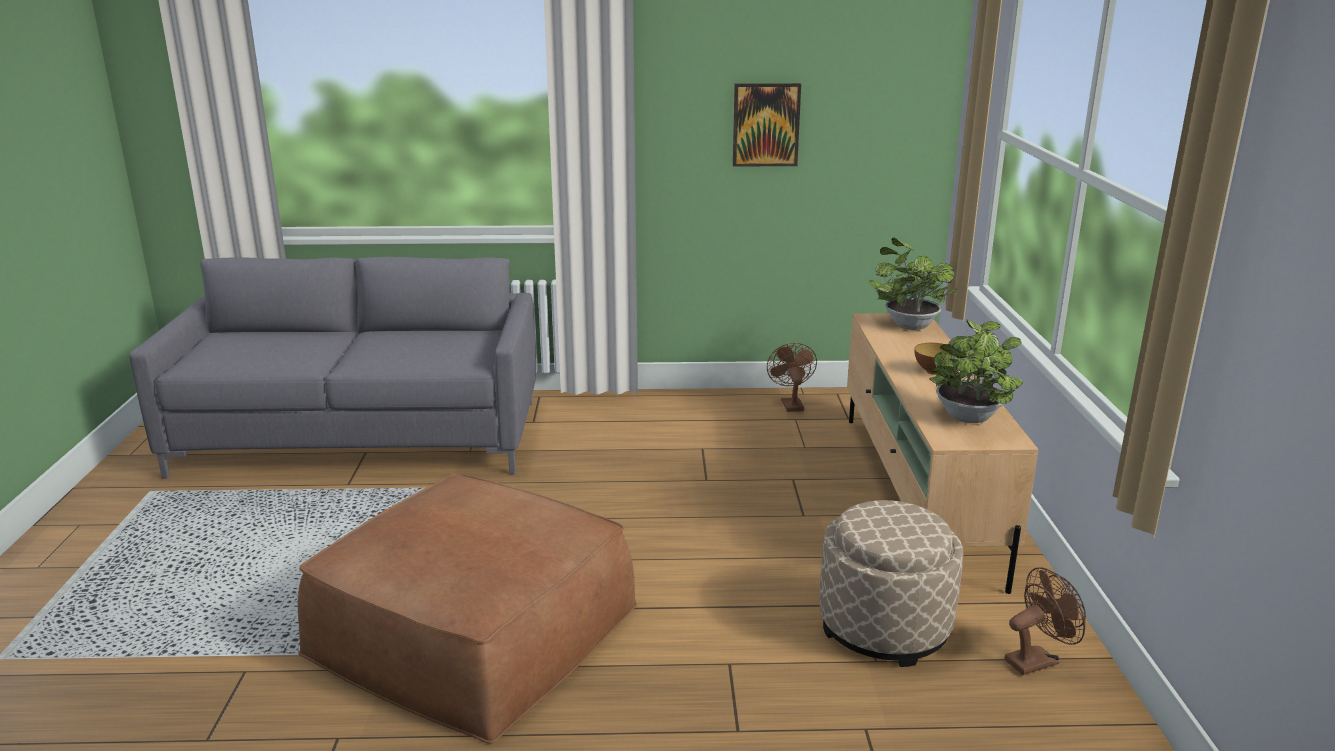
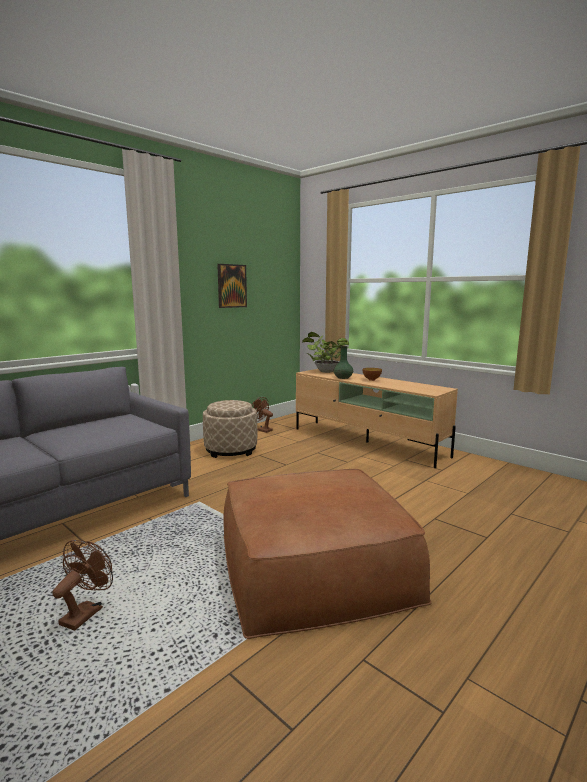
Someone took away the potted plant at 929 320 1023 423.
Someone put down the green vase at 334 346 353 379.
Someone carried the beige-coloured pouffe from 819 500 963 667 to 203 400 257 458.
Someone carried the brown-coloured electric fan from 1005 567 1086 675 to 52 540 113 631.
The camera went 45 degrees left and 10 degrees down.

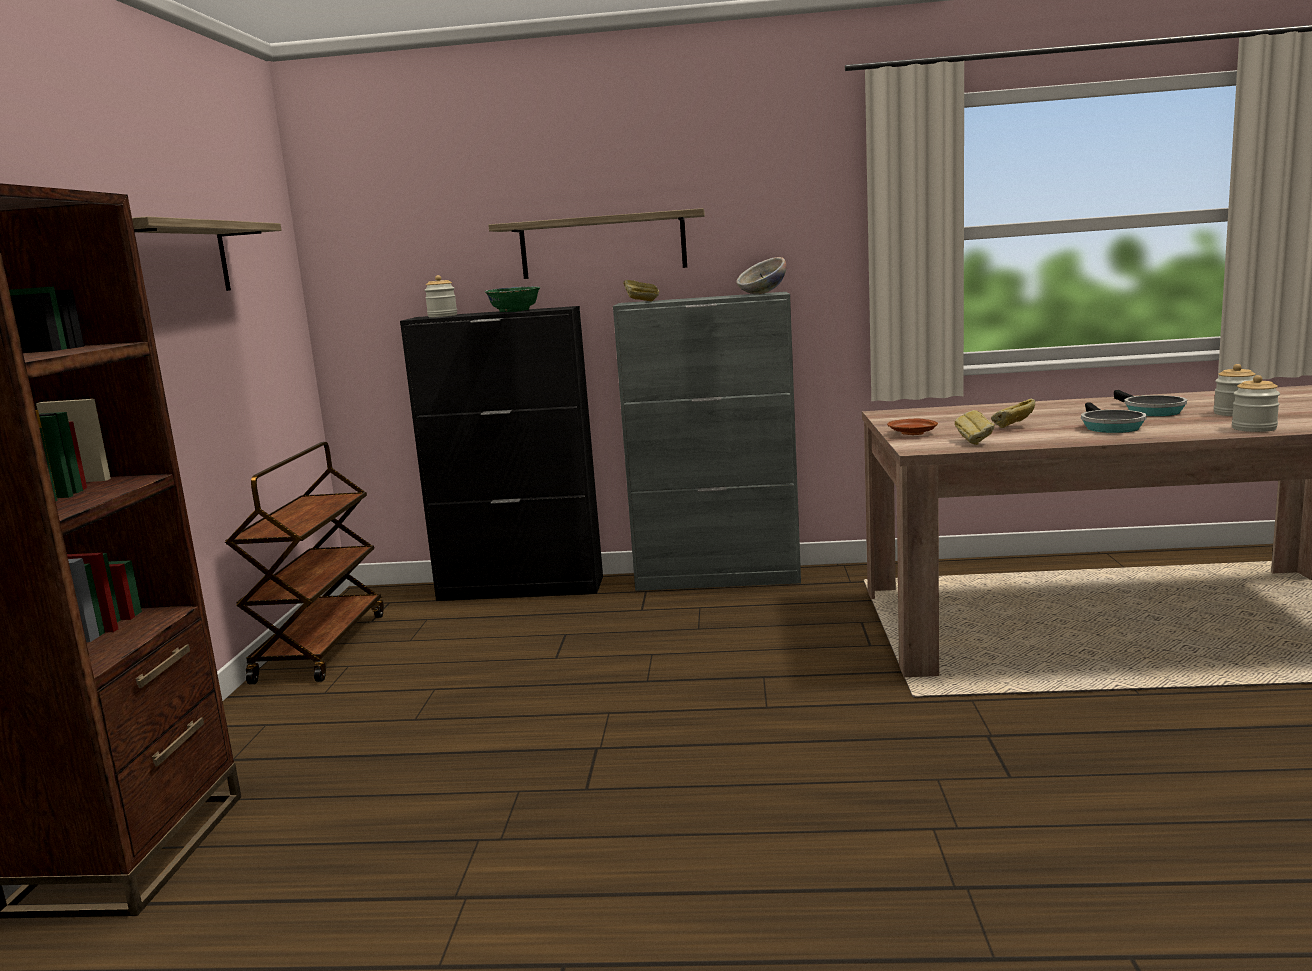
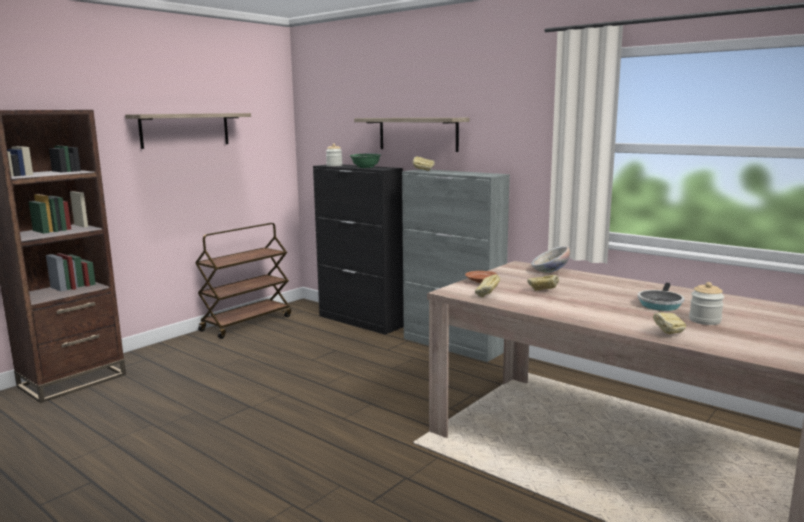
Someone took away the frying pan at 1081 402 1147 433.
Someone carried the bowl from 736 257 786 295 to 531 246 570 273.
Someone swapped the storage jar at 1232 375 1280 432 for the baked bread at 653 312 686 334.
The camera went 35 degrees right and 0 degrees up.

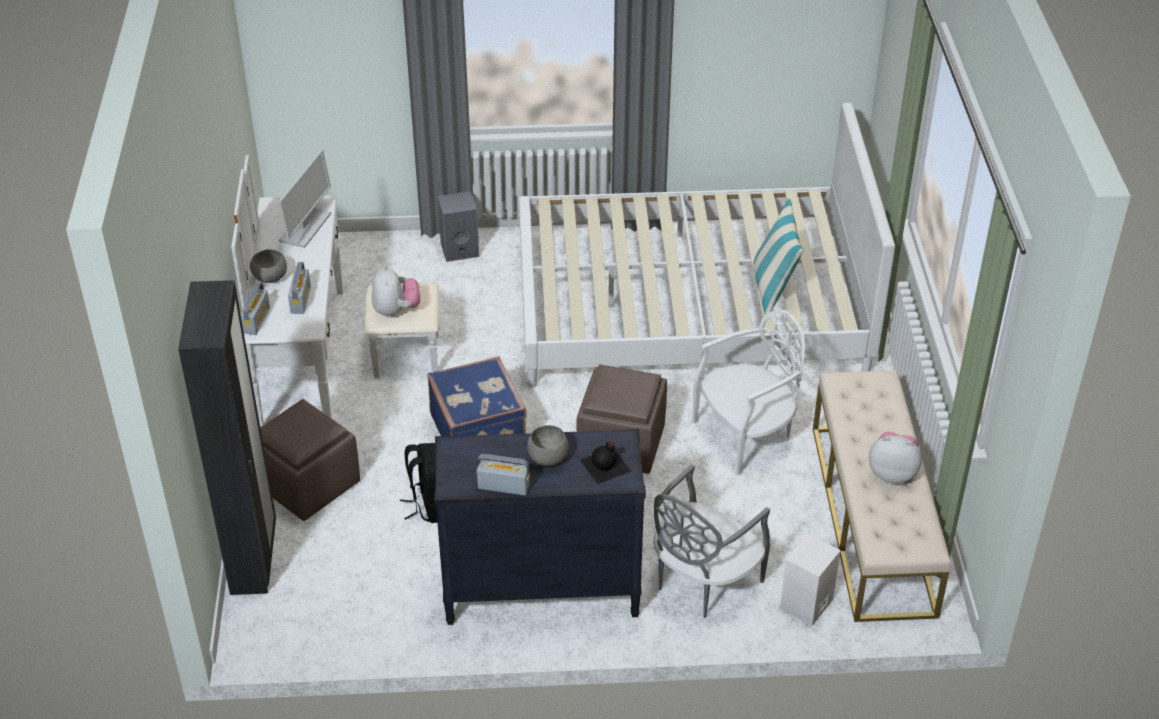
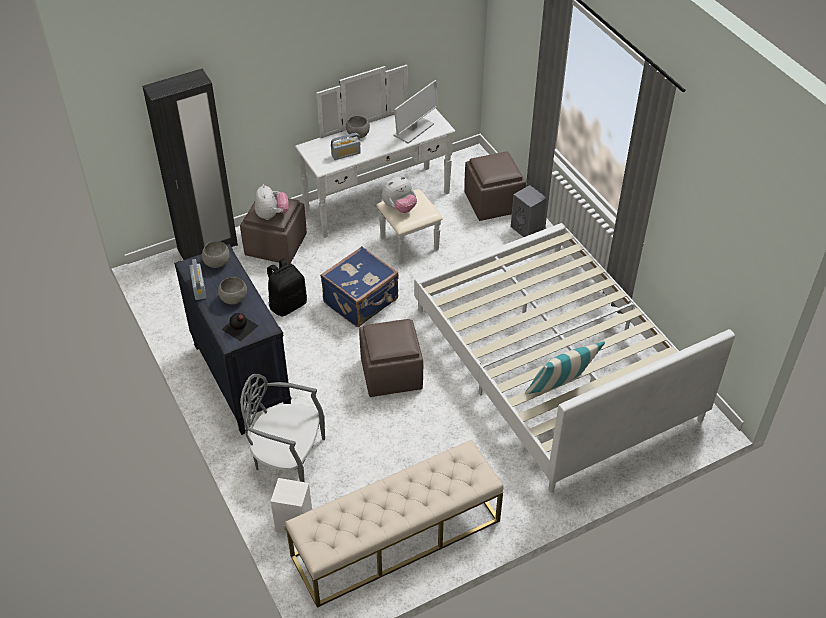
Someone took away the radio set at 241 282 270 335.
Someone took away the white upright chair at 693 309 805 475.
Someone put down the gray bowl at 202 241 230 268.
Someone put down the brown-coloured pouffe at 464 151 526 221.
Someone carried the cuddly toy from 869 432 922 483 to 255 184 289 220.
Someone rotated the computer screen at 279 149 331 248 by 45 degrees counterclockwise.
The camera went 65 degrees right and 5 degrees up.

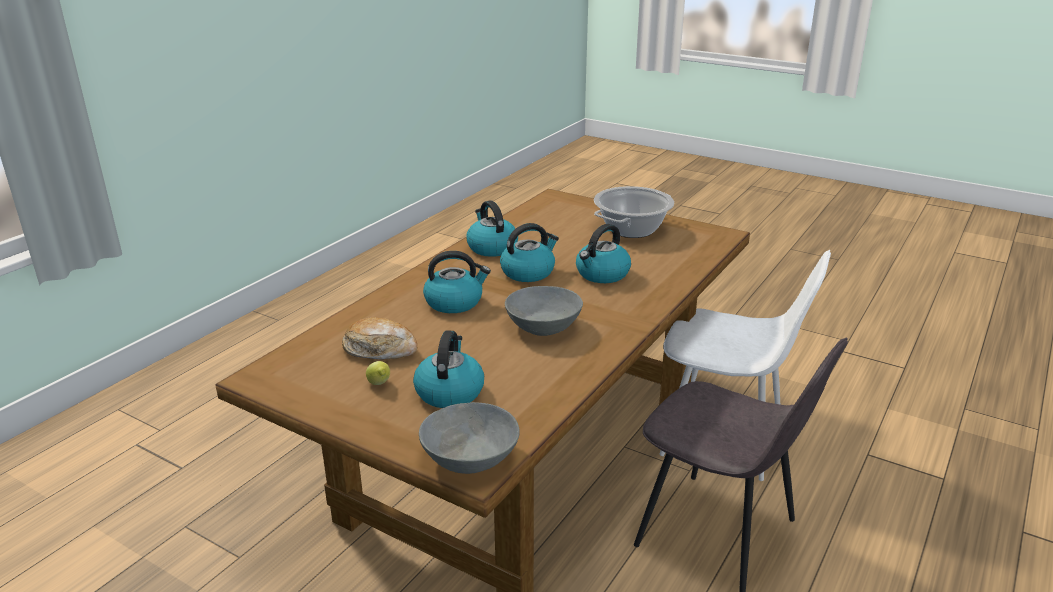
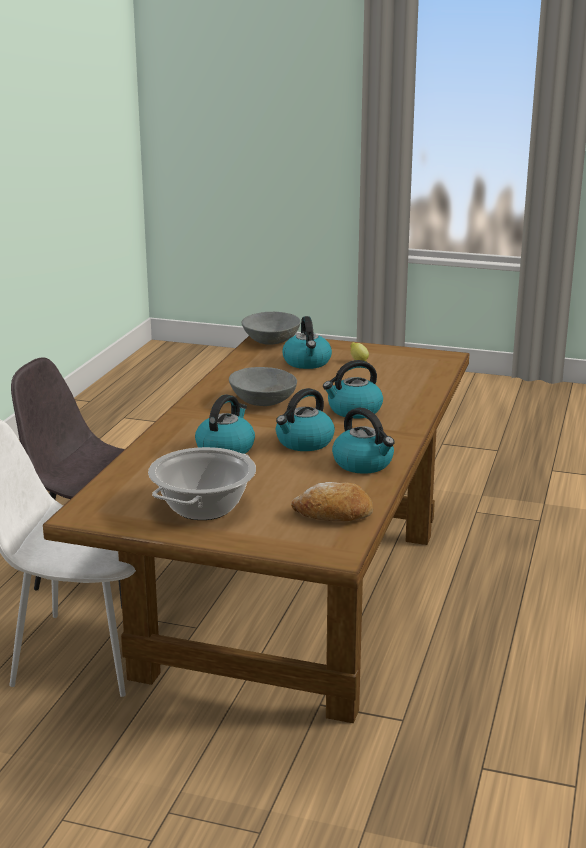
Someone carried the baked bread from 342 317 417 359 to 291 482 373 521.
The camera went 165 degrees right and 5 degrees down.

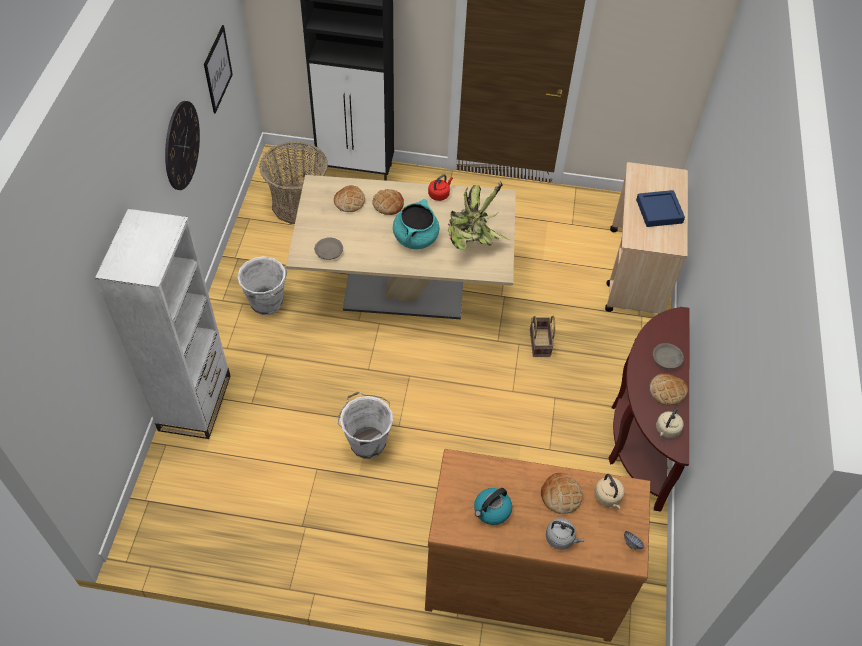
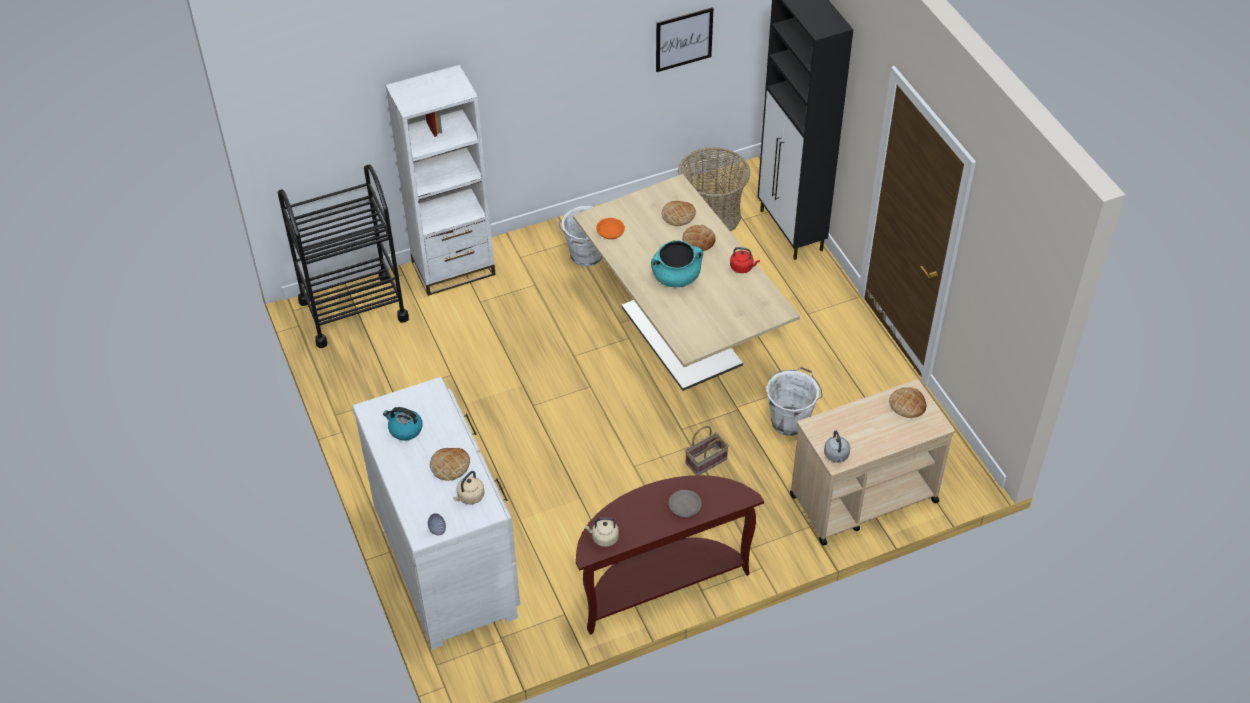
Someone took away the hanging clock at 165 101 200 190.
Someone took away the potted plant at 448 181 509 250.
Someone took away the blue-coloured tray at 636 190 685 227.
Someone put down the blackish wheeled cart at 278 165 409 348.
Someone carried the white bucket from 338 392 393 459 to 766 367 822 436.
Someone carried the gray water kettle from 546 518 584 550 to 824 430 850 463.
Someone carried the baked bread from 650 373 688 406 to 889 387 926 418.
Someone repainted the gray bowl at 314 237 343 260, which became the orange-coloured bowl at 596 218 625 239.
Someone repainted the brown-coloured dresser at 425 449 651 642, which became the white dresser at 352 377 520 650.
The camera went 60 degrees right and 5 degrees down.

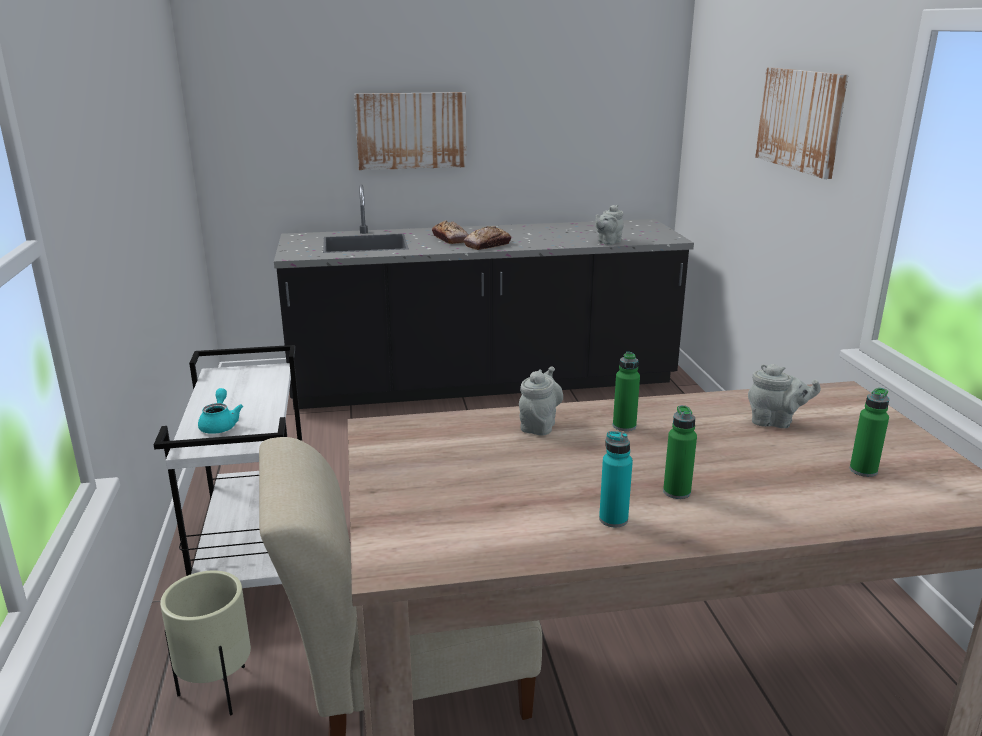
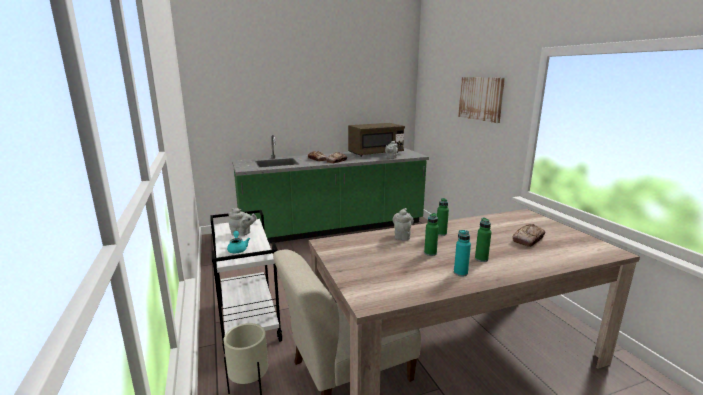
Someone took away the wall art at 354 92 467 170.
Someone put down the brown-coloured microwave oven at 348 123 405 157.
Someone put down the baked bread at 513 224 546 247.
Someone carried the gray pot for tea from 748 364 821 428 to 229 208 257 236.
Someone carried the green bottle from 850 388 889 477 to 424 213 439 256.
Someone repainted the blackish counter at 274 184 694 409, which became the green counter at 232 135 429 243.
The camera went 10 degrees left and 5 degrees down.

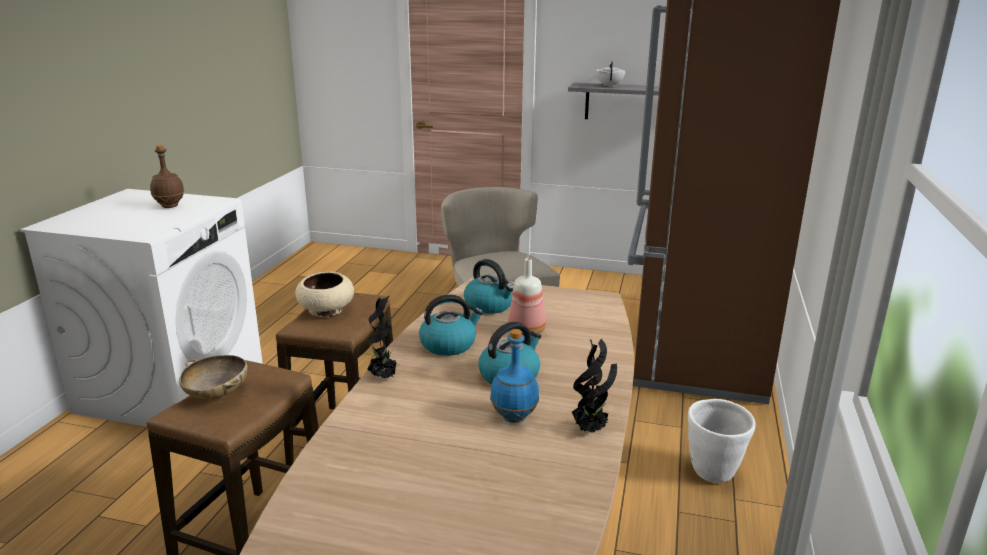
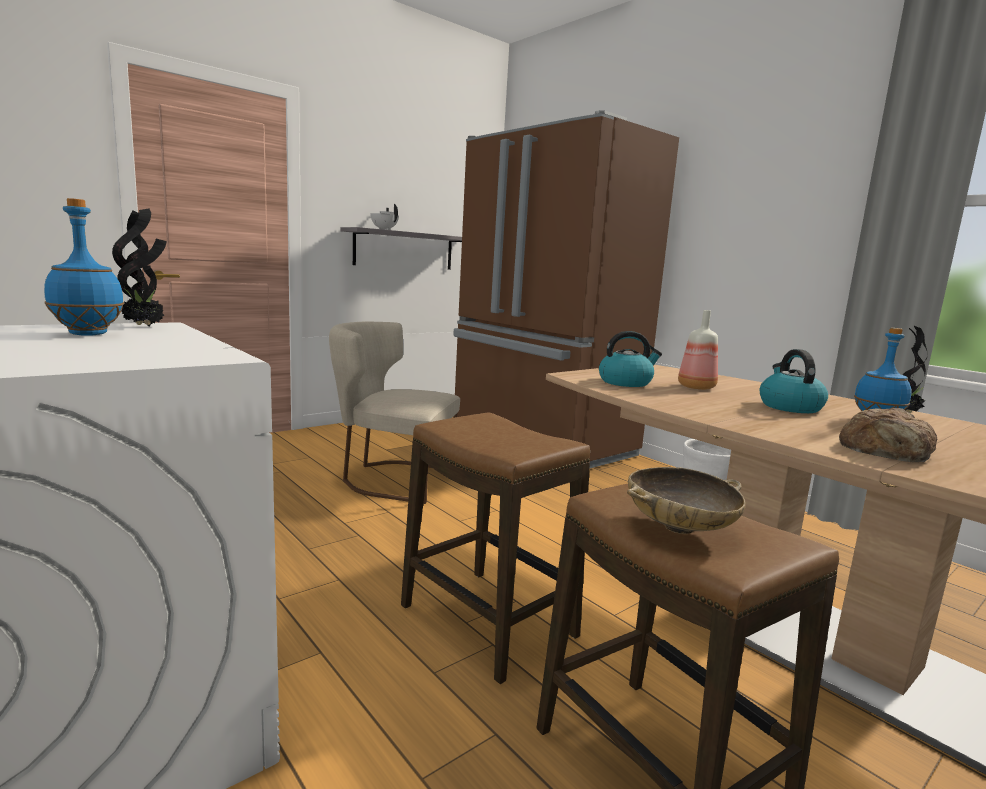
Someone took away the beige-coloured bowl at 295 272 354 317.
Someone took away the water kettle at 419 295 483 356.
Someone put down the baked bread at 839 408 937 463.
Someone carried the potted plant from 367 296 400 379 to 112 209 167 326.
Someone repainted the brown-coloured bottle at 150 145 184 208, which became the blue-coloured bottle at 44 198 124 336.
The camera went 55 degrees left and 10 degrees down.

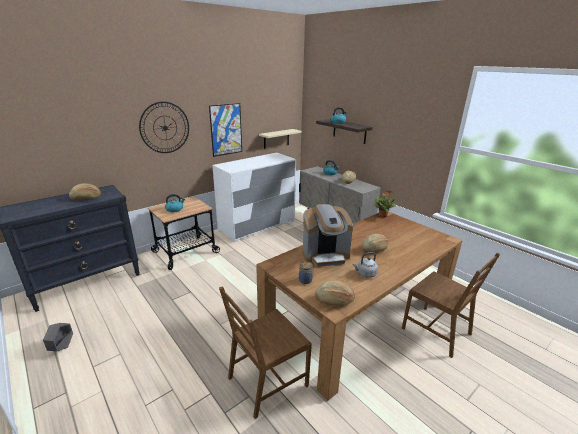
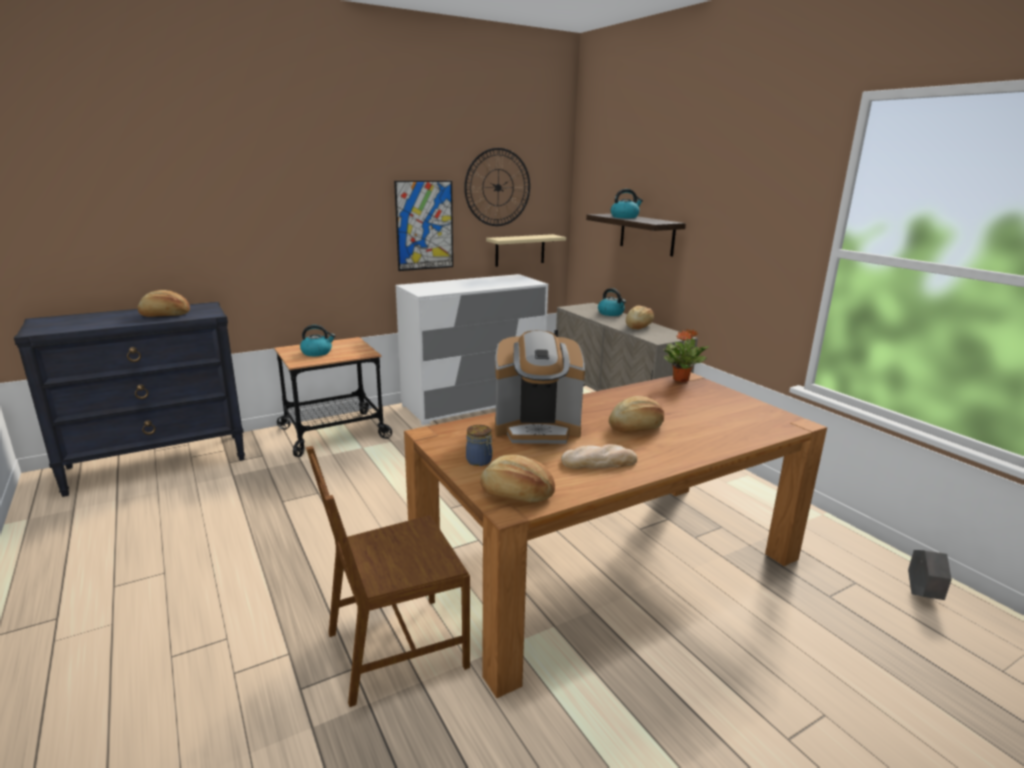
Someone took away the brown-coloured upright chair at 402 253 500 358.
Someone carried the gray planter from 43 323 73 351 to 908 550 952 600.
Someone carried the hanging clock from 139 102 189 153 to 464 148 530 226.
Someone swapped the gray water kettle at 353 252 378 278 for the baked bread at 561 444 637 469.
The camera went 10 degrees right and 5 degrees down.

